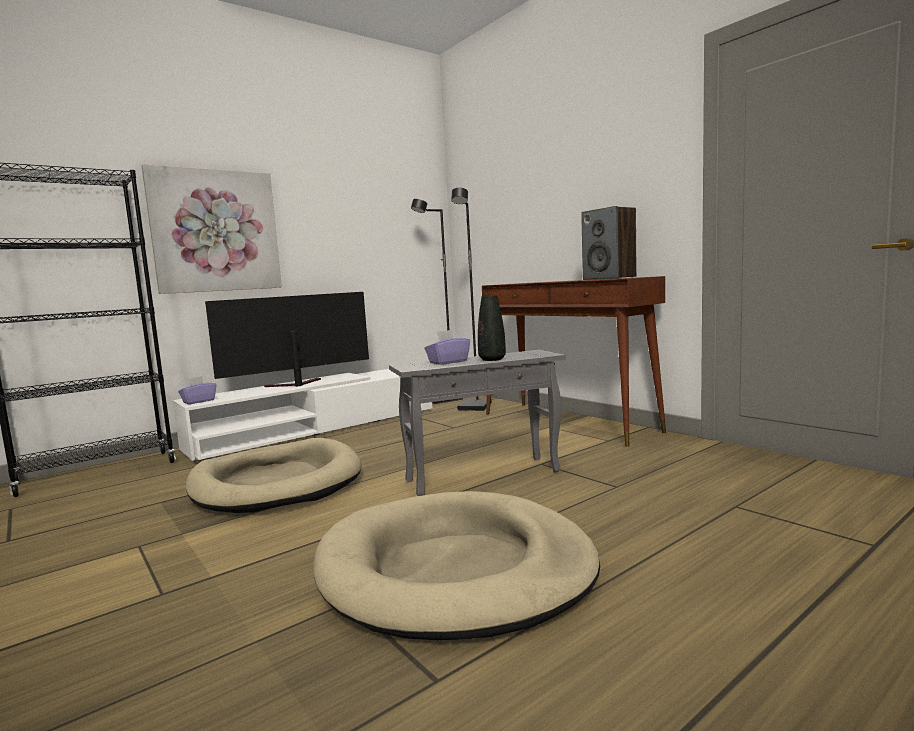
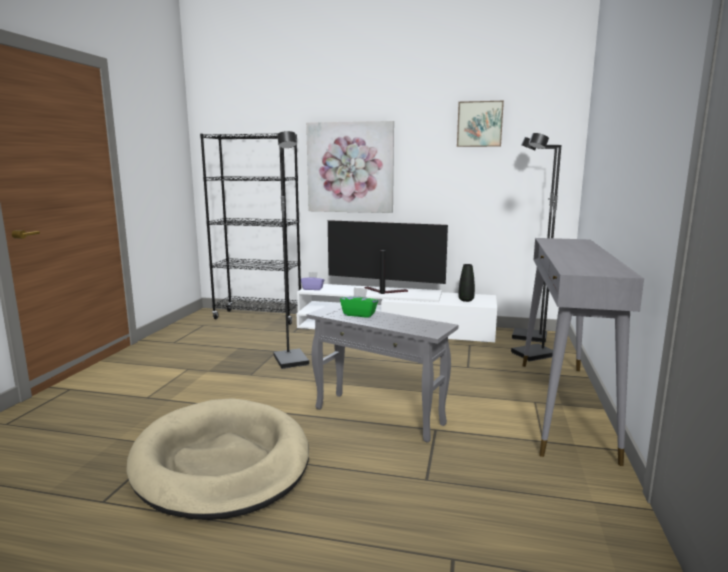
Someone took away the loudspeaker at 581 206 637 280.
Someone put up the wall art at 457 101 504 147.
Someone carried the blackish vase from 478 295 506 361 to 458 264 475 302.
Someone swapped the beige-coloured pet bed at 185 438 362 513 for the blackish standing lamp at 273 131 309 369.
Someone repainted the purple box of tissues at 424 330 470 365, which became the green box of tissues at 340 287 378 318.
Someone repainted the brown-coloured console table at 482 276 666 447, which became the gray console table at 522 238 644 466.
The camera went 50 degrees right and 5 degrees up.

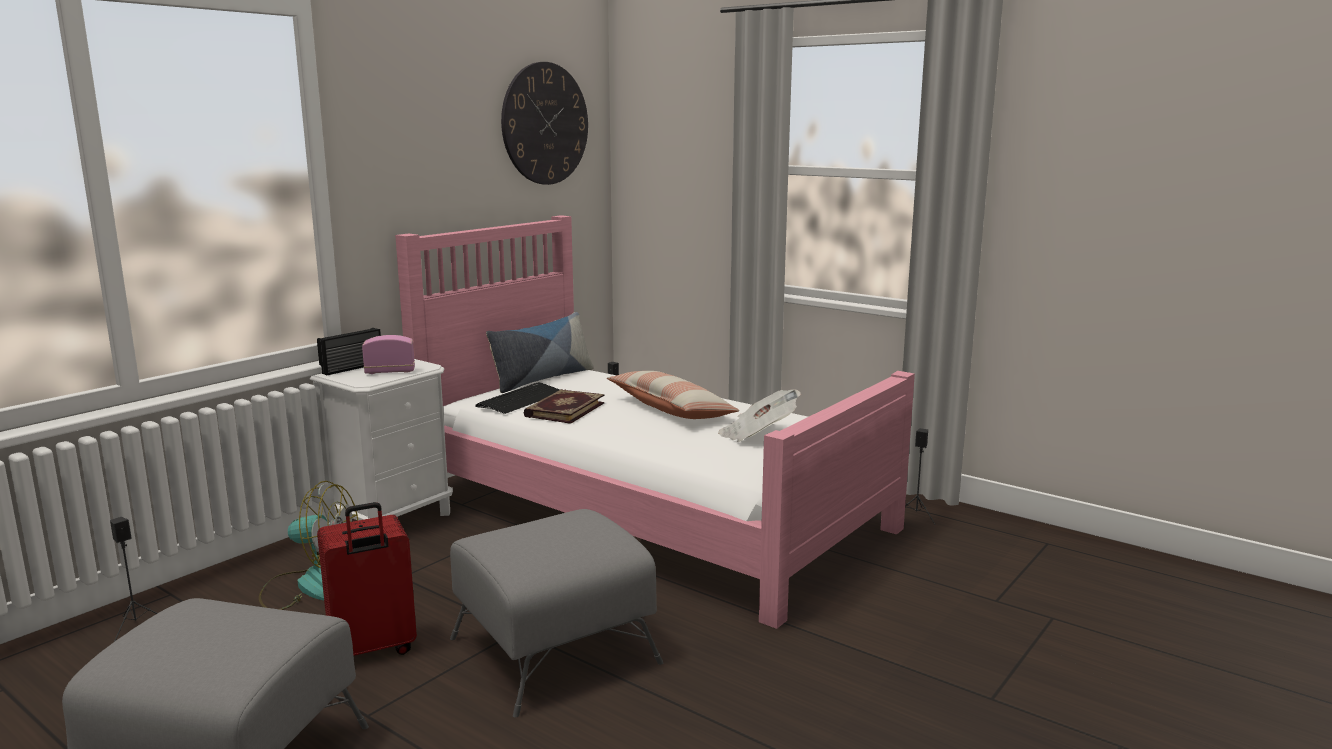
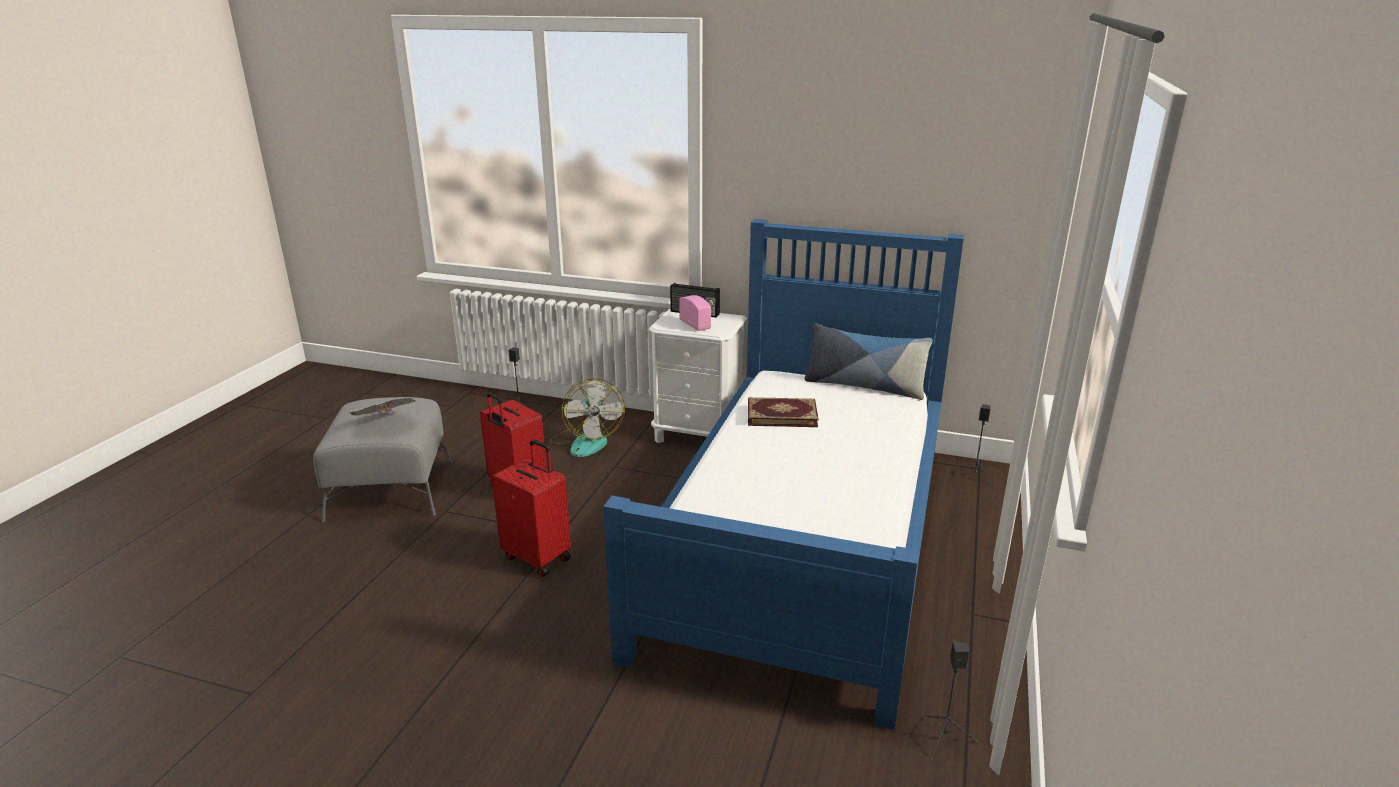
Someone took away the computer keyboard at 475 382 560 414.
Someone took away the hanging clock at 501 62 588 185.
Someone took away the throw pillow at 607 371 739 419.
Someone carried the printed paper from 718 389 801 442 to 350 398 416 416.
Someone swapped the gray pouffe at 450 509 663 718 for the red piece of luggage at 492 439 571 577.
Someone repainted the pinkish bedroom bed at 395 215 915 629, which became the blue-coloured bedroom bed at 603 219 964 730.
The camera went 70 degrees right and 10 degrees up.

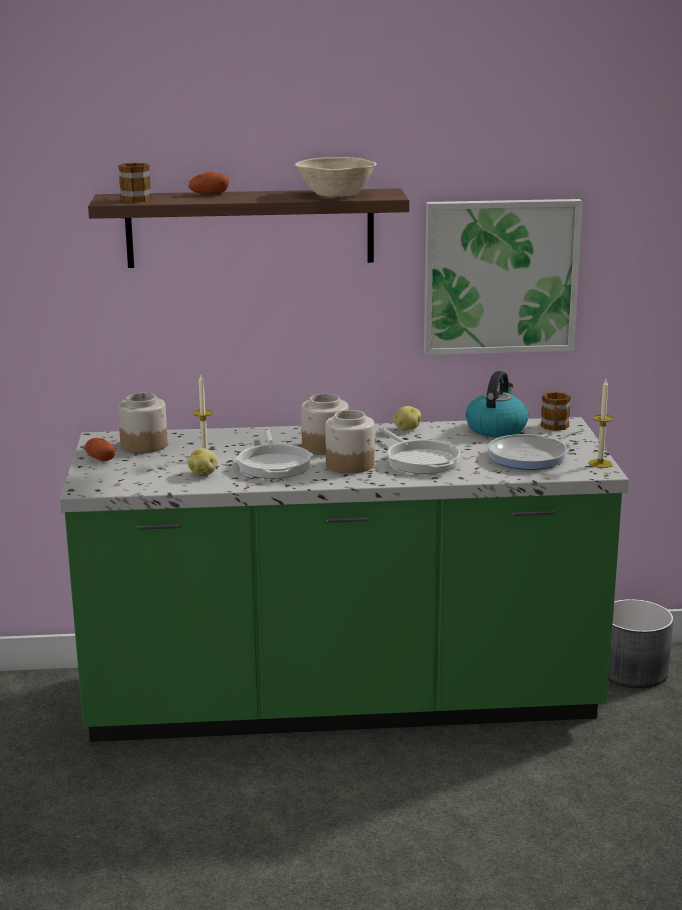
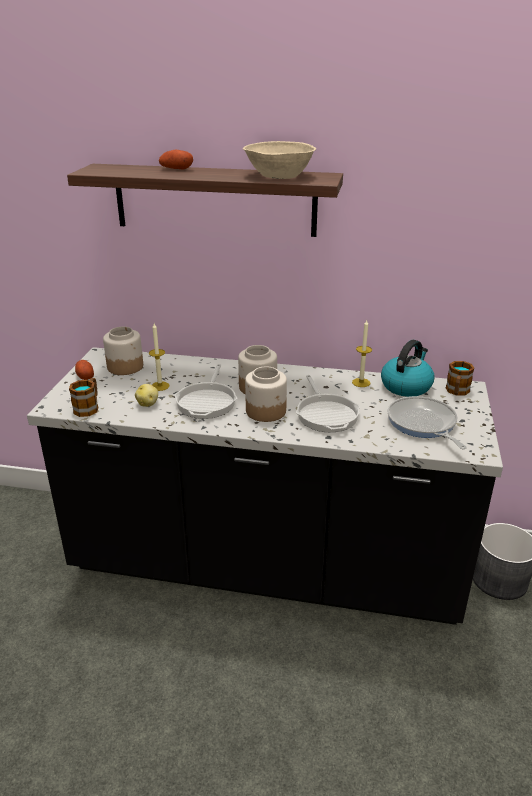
Someone took away the potato at 393 406 421 430.
Someone took away the wall art at 424 199 582 355.
Someone carried the tea mug from 118 163 151 203 to 69 378 98 417.
Someone carried the candle from 588 380 614 468 to 352 320 372 387.
Someone repainted the green counter at 59 417 629 742, which became the blackish counter at 27 347 503 625.
Someone rotated the frying pan at 488 428 585 470 by 90 degrees clockwise.
The camera went 15 degrees right and 10 degrees up.

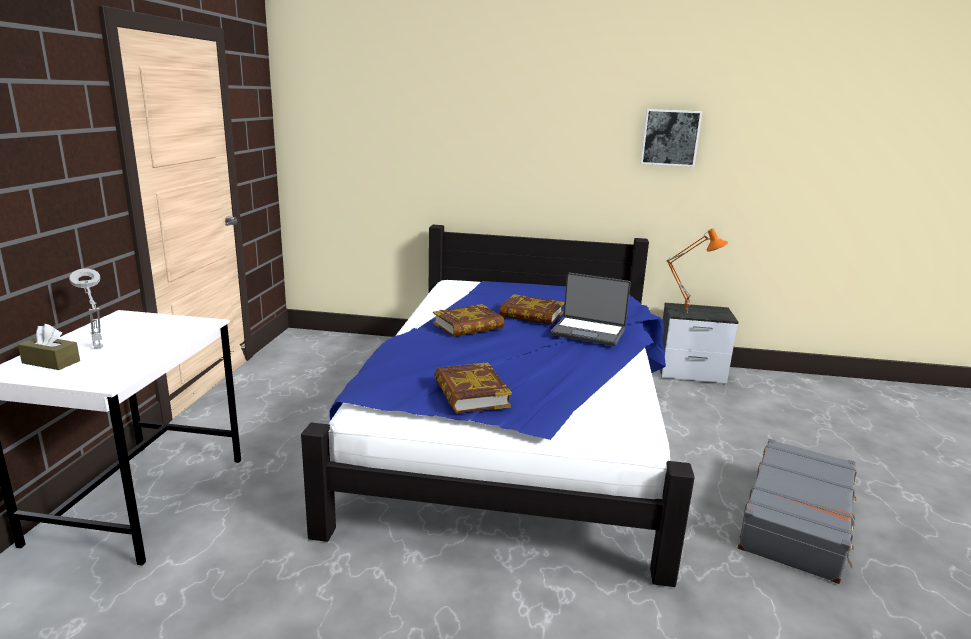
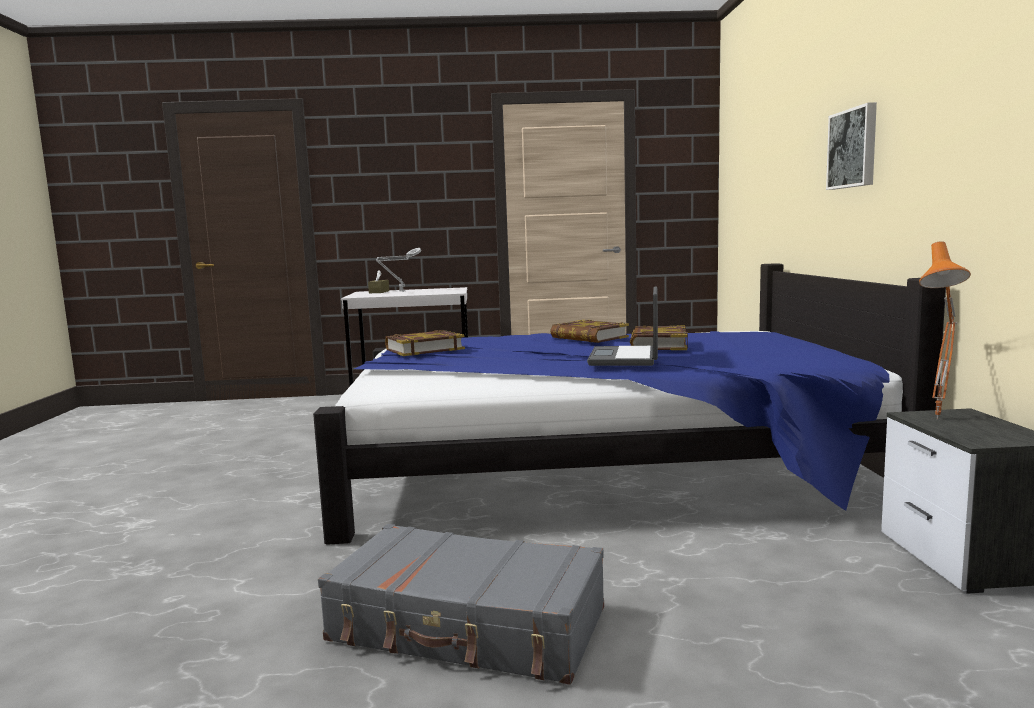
Someone carried the wall art from 640 109 702 167 to 826 102 877 190.
The camera went 80 degrees right and 10 degrees down.

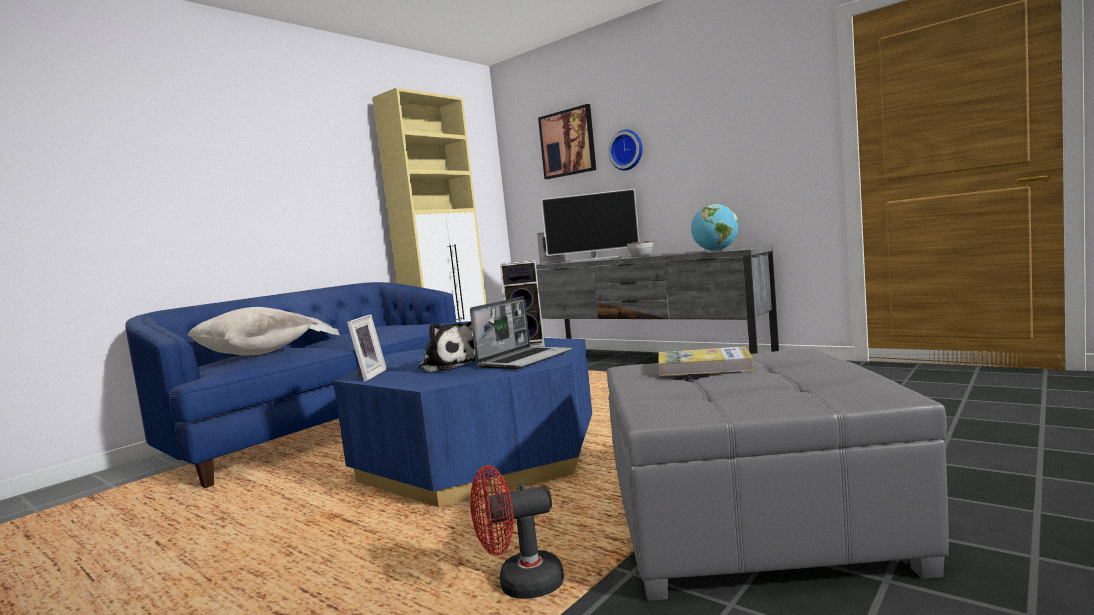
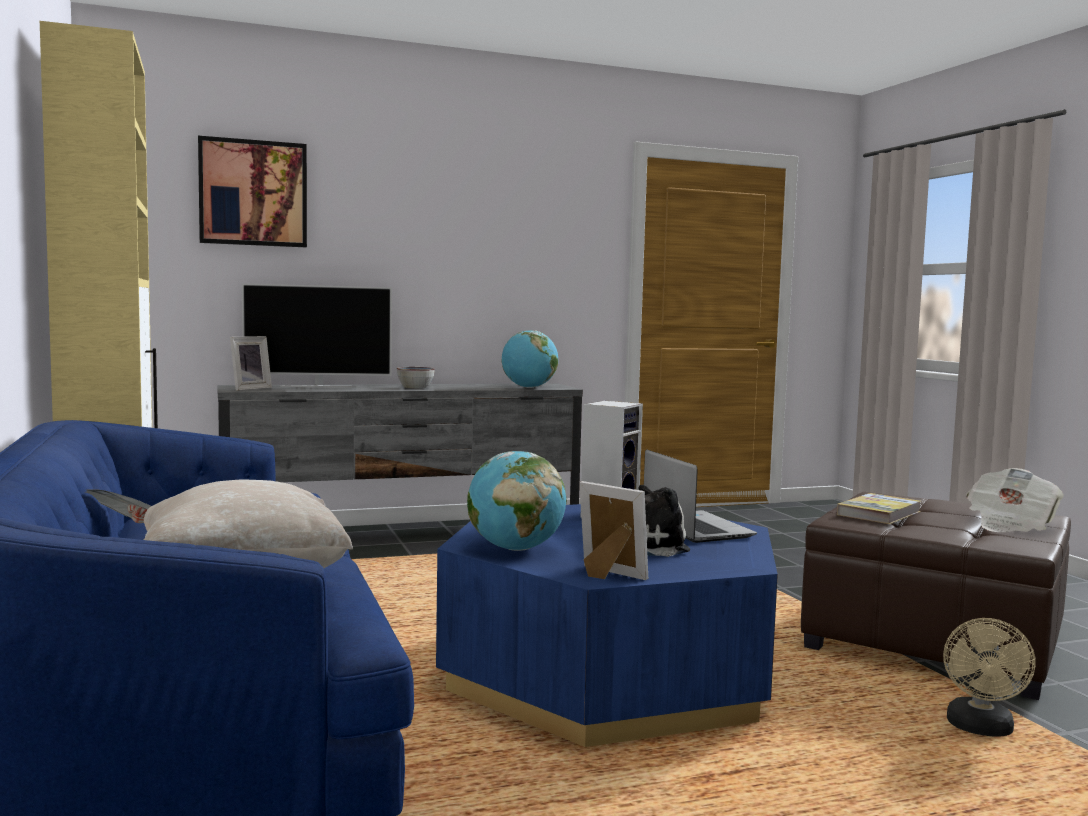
Someone took away the hanging clock at 608 130 643 171.
Someone put down the globe at 467 451 567 551.
Someone put down the printed paper at 966 468 1064 532.
Someone repainted the red electric fan at 470 465 564 599, which became the beige-coloured electric fan at 943 618 1036 737.
Someone repainted the gray pouffe at 607 348 949 601, which became the brown-coloured pouffe at 801 492 1071 700.
Someone rotated the TV at 541 189 640 262 by 45 degrees clockwise.
The camera went 60 degrees left and 0 degrees up.

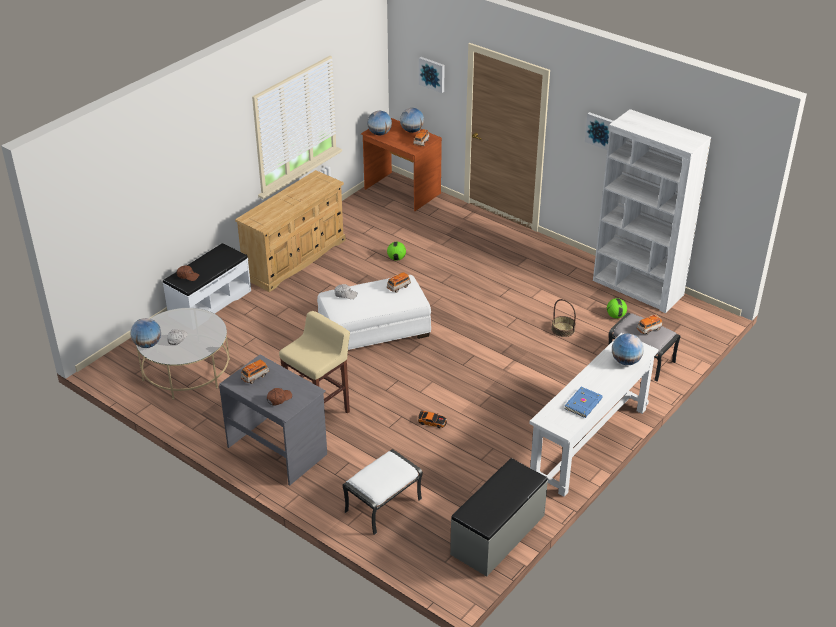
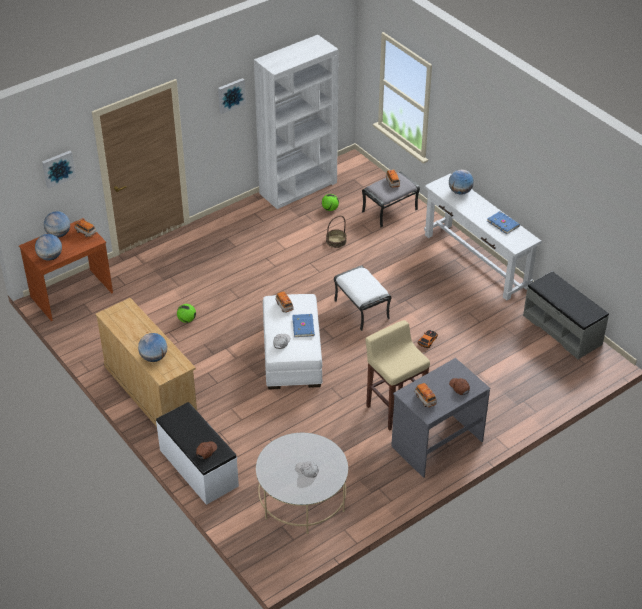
Someone put down the blue-coloured volume at 292 314 315 337.
Someone carried the globe from 130 318 161 348 to 138 333 167 362.
Someone carried the white pouffe from 342 449 423 535 to 334 265 391 331.
The camera went 75 degrees left and 5 degrees up.

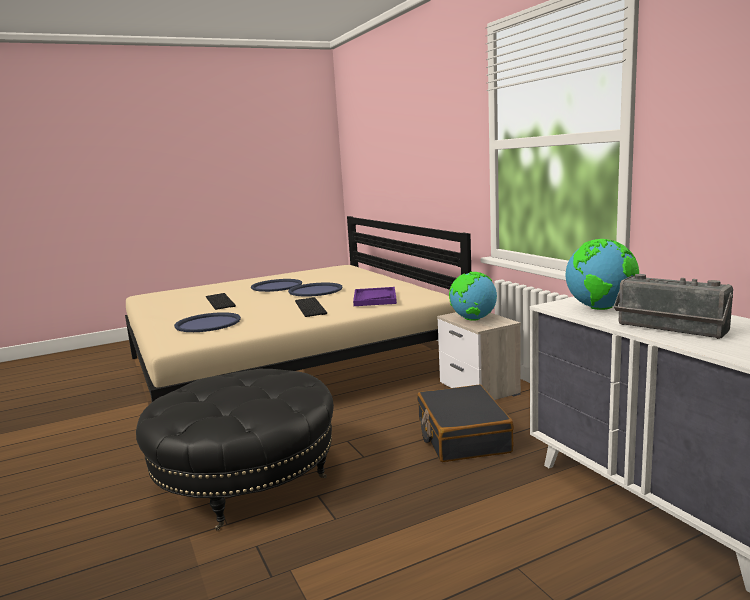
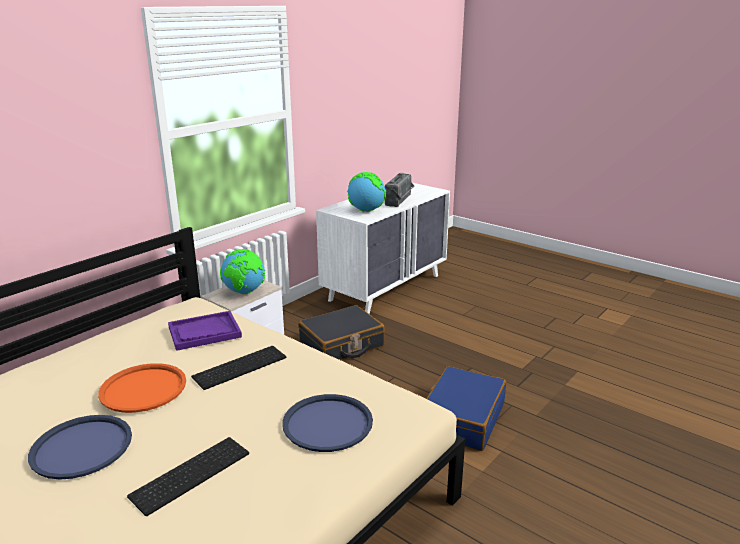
Someone swapped the blackish pouffe at 136 369 334 531 for the blue-coloured piece of luggage at 426 366 506 451.
Someone repainted the blue-coloured tray at 288 283 342 297, which became the orange-coloured tray at 98 363 186 413.
The camera went 115 degrees left and 10 degrees up.

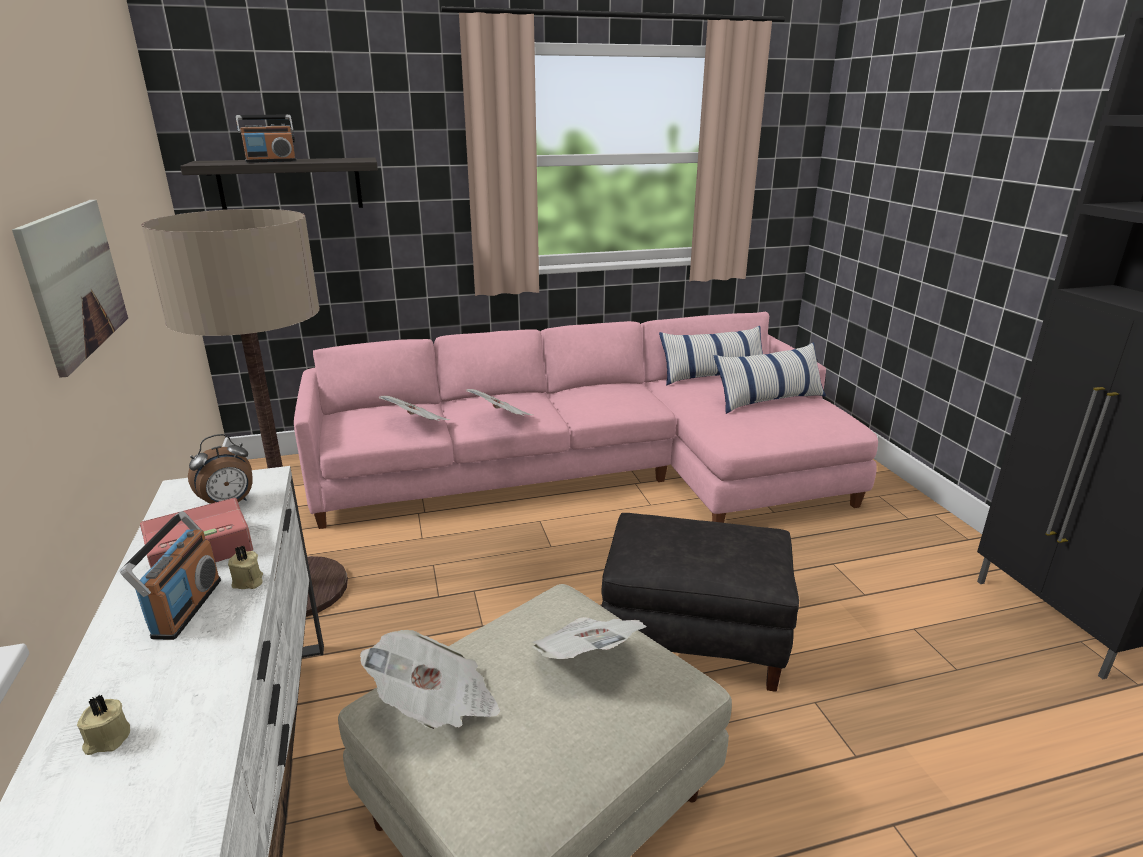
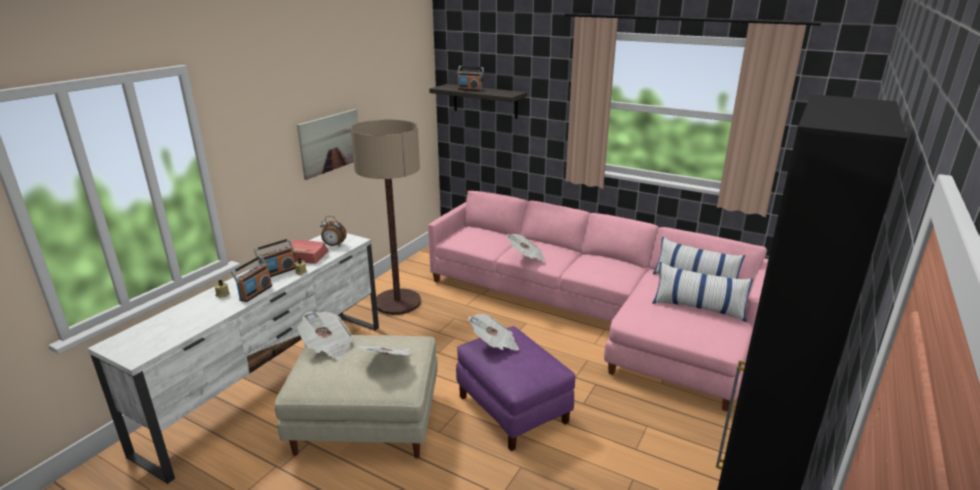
Someone put down the radio set at 231 256 272 302.
Someone carried the printed paper from 379 396 450 421 to 468 314 519 351.
Someone repainted the blackish pouffe at 601 513 799 692, which became the purple pouffe at 456 326 575 451.
The camera went 45 degrees right and 0 degrees up.

